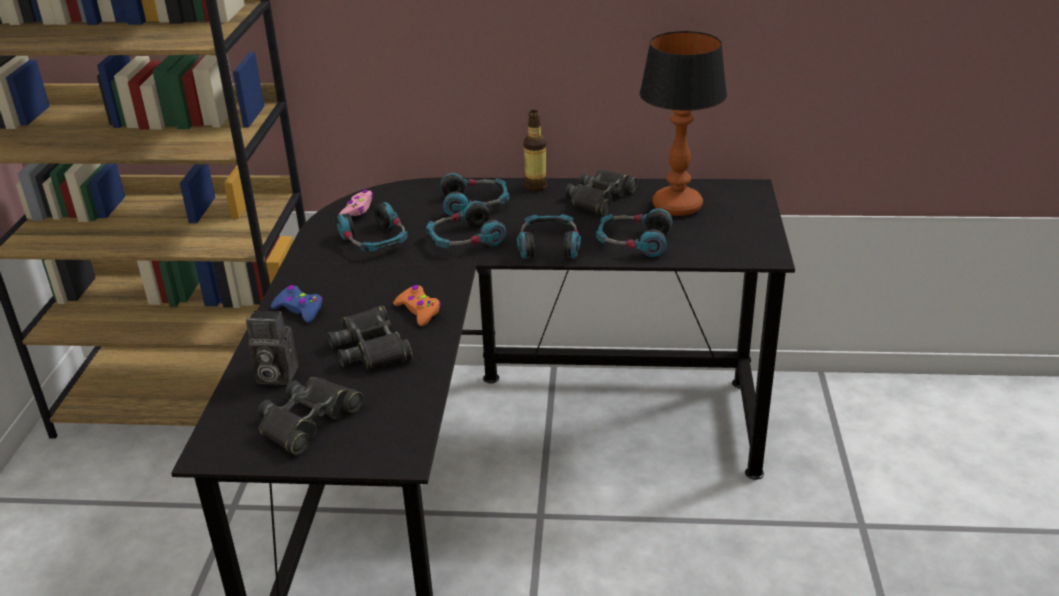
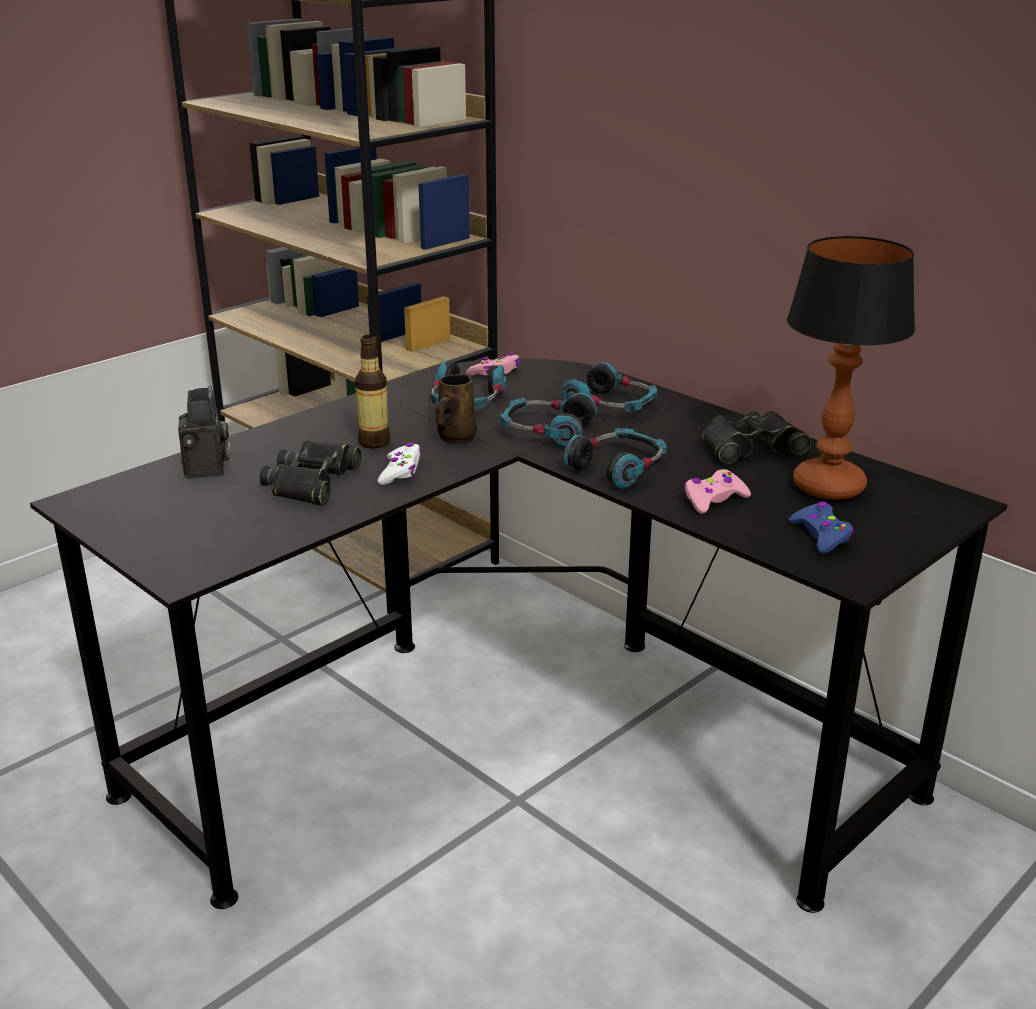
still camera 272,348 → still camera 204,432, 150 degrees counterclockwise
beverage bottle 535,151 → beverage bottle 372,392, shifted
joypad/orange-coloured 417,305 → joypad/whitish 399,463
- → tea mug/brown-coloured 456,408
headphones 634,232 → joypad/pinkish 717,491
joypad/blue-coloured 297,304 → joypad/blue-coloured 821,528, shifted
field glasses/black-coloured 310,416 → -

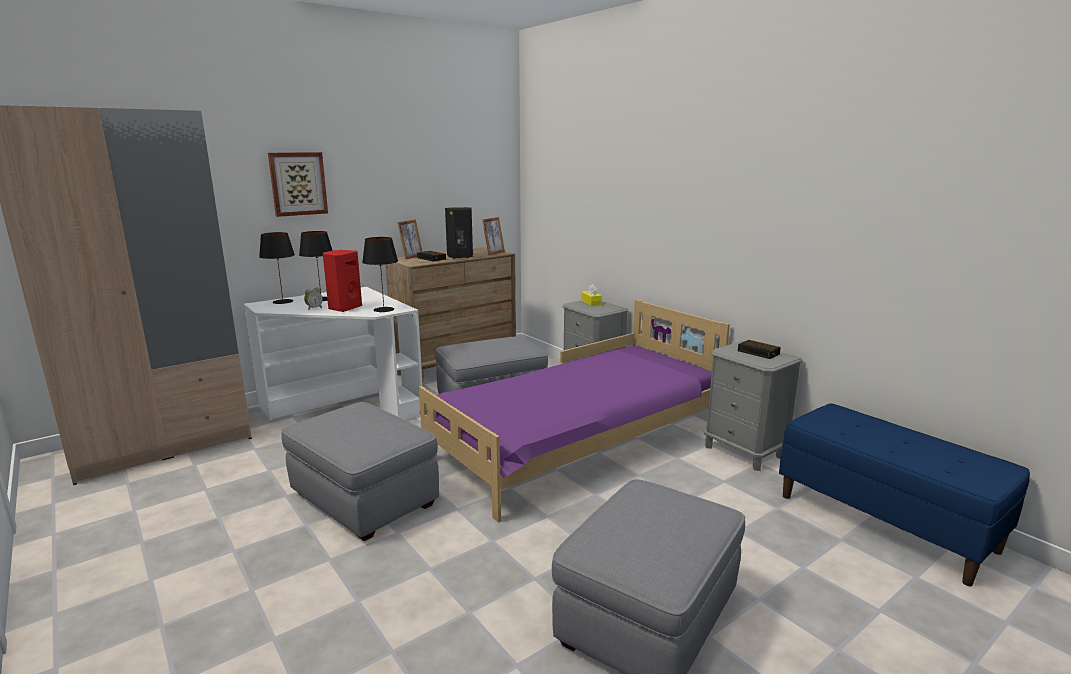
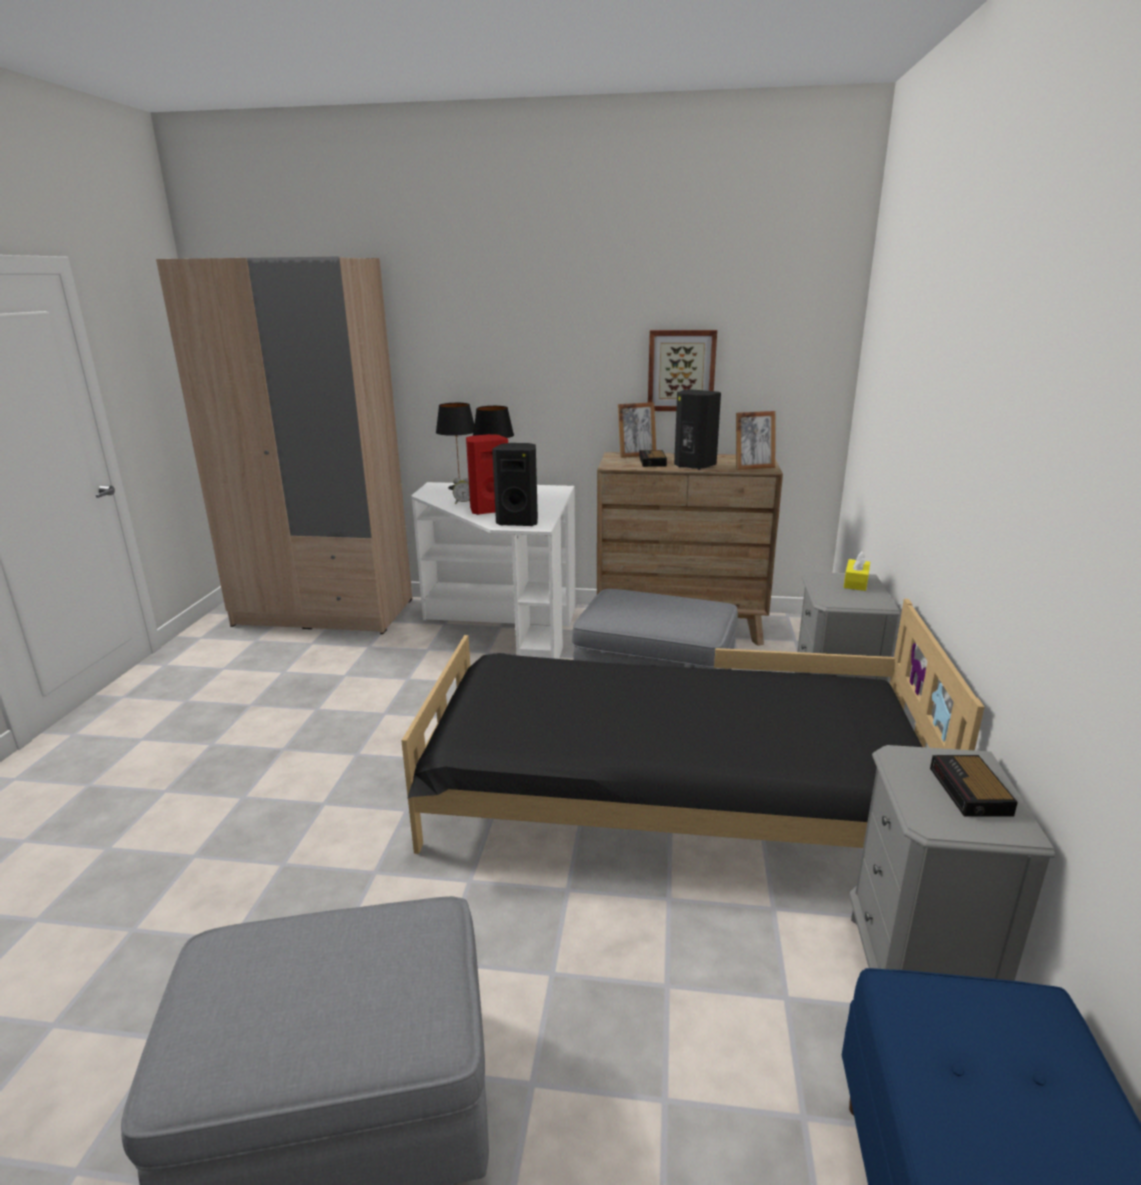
bedroom bed/purplish 574,411 → bedroom bed/black-coloured 692,726
lamp for a table/black-coloured 380,274 → speaker/black-coloured 515,484
picture 298,184 → picture 682,370, shifted
footrest/greyish 360,471 → -

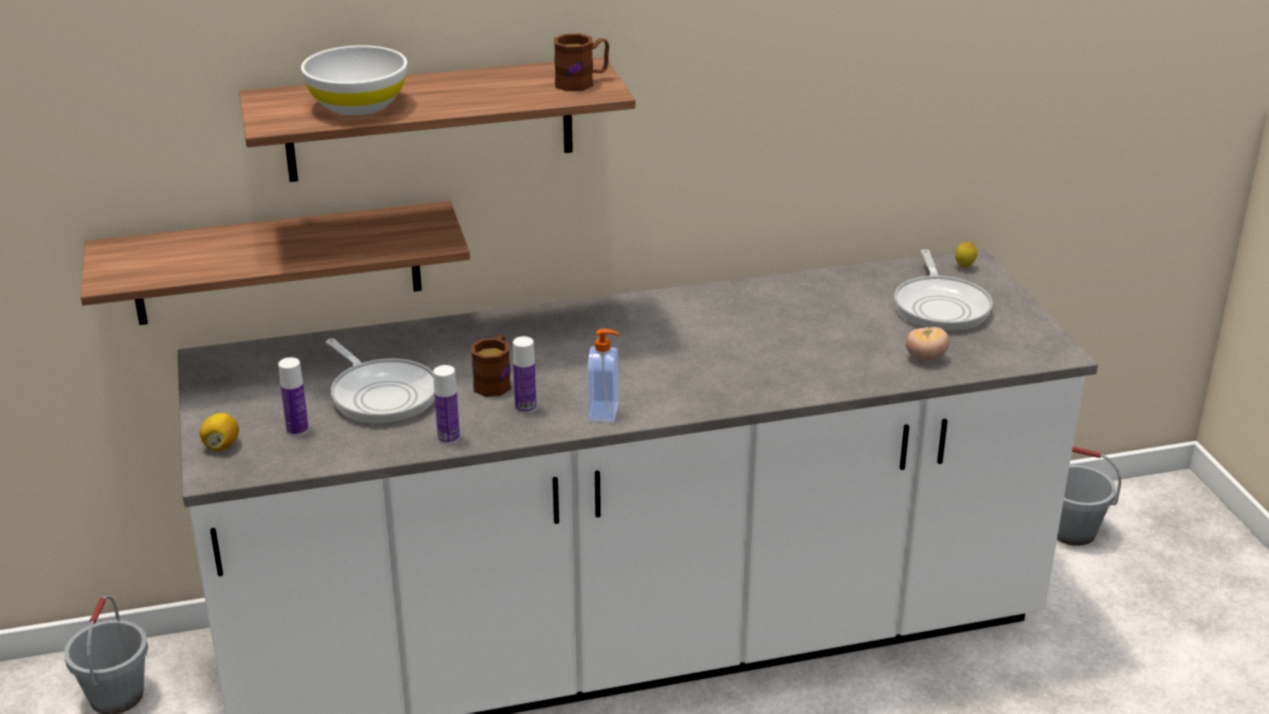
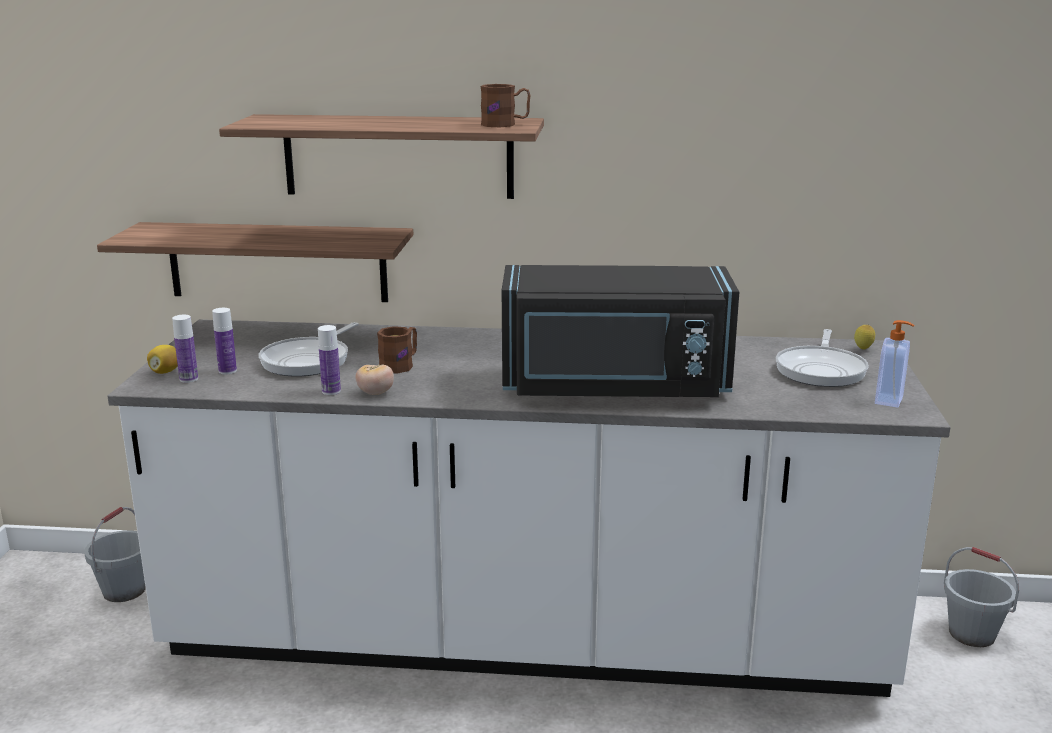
beverage bottle 525,375 → beverage bottle 185,349, shifted
frying pan 380,381 → frying pan 309,349, 45 degrees clockwise
tomato 927,344 → tomato 374,380, shifted
- → microwave/black-coloured 620,331
liquid soap bottle 603,375 → liquid soap bottle 894,364, shifted
deep dish/whitish 354,80 → -

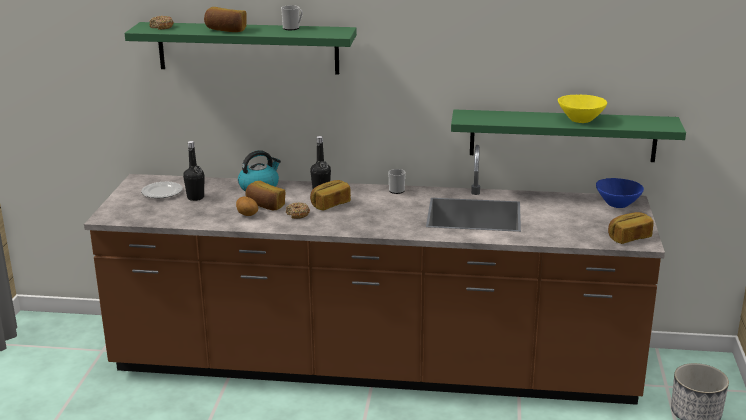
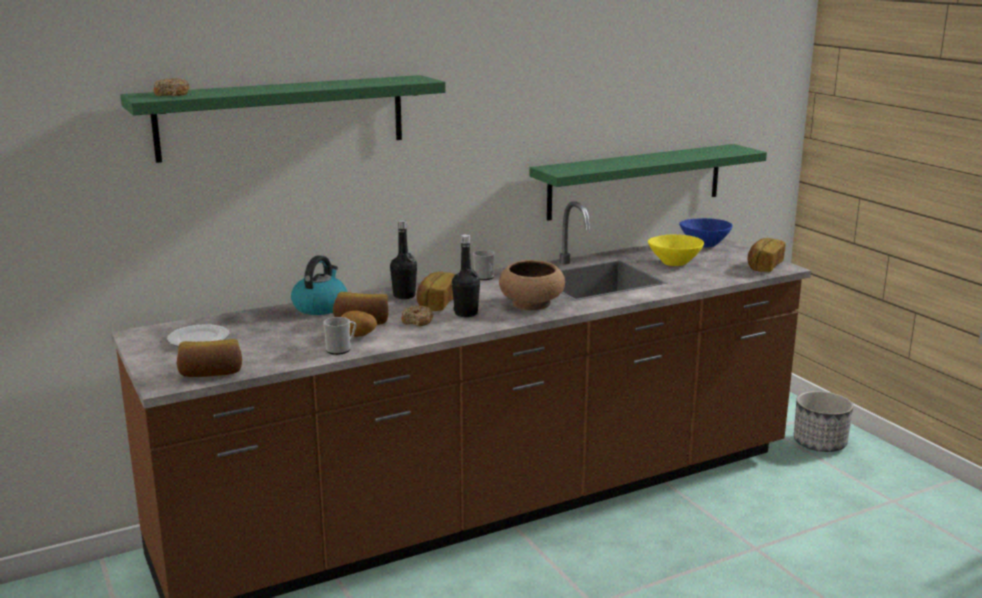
bakery bread 225,19 → bakery bread 209,358, shifted
tea mug 292,17 → tea mug 339,336, shifted
beverage bottle/black-coloured 193,171 → beverage bottle/black-coloured 466,275, shifted
- → deep dish/brown-coloured 532,285
deep dish/yellow 582,109 → deep dish/yellow 676,250, shifted

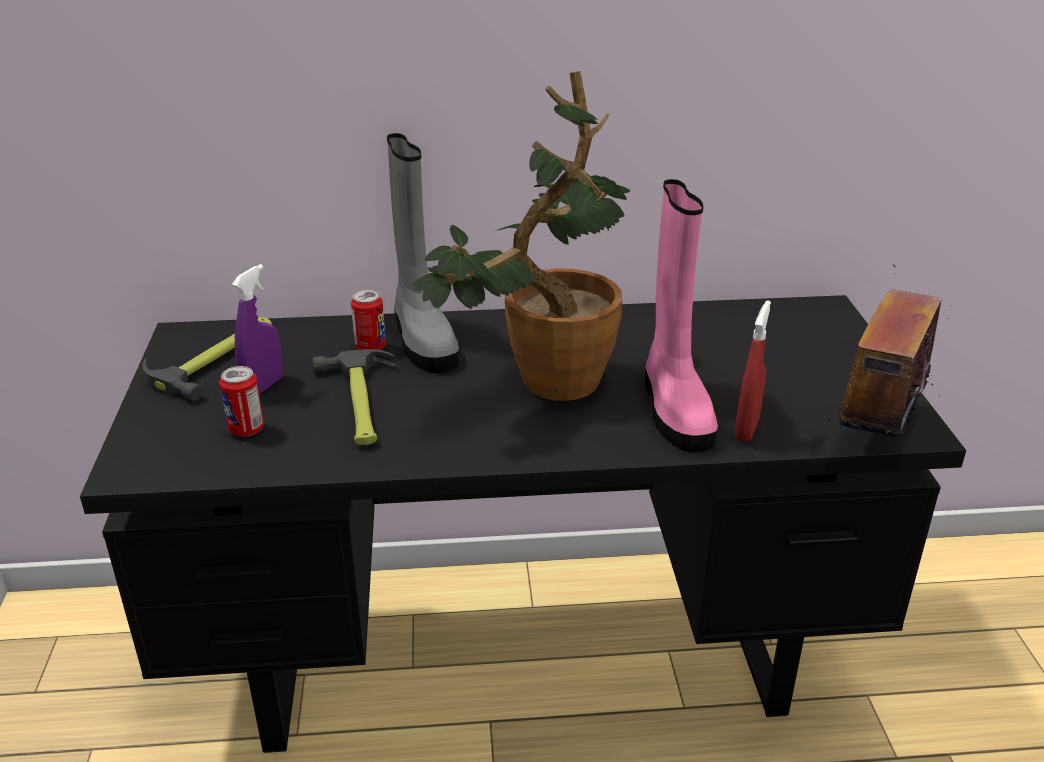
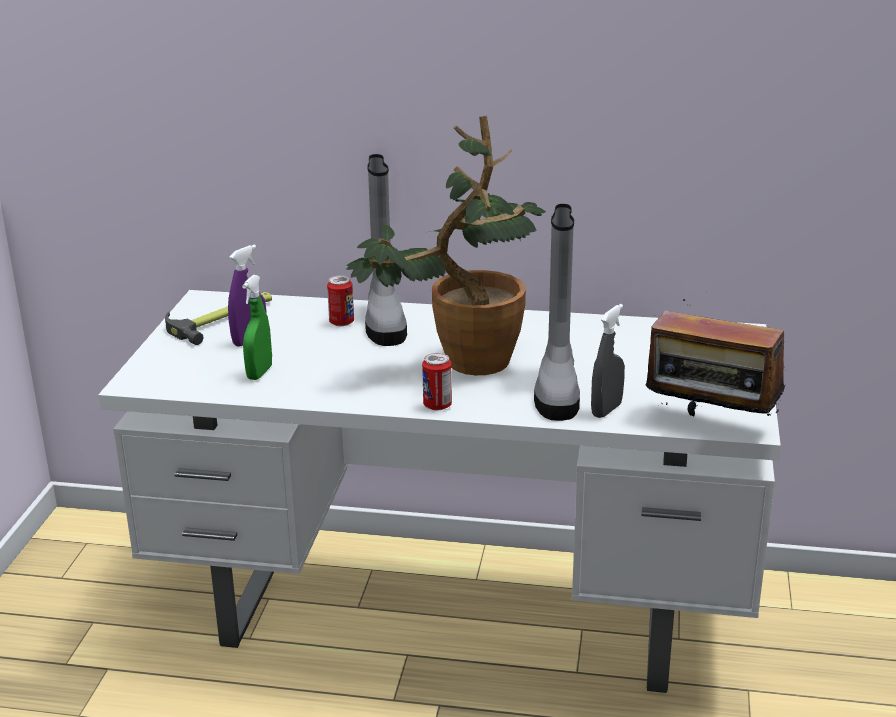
desk unit/black-coloured 523,524 → desk unit/whitish 439,491
- → sprayer/greenish 257,327
metal can 241,401 → metal can 437,382, shifted
high-top boot/pinkish 681,316 → high-top boot/greyish 557,312
sprayer/red-coloured 753,371 → sprayer/greyish 608,361
radio set 885,351 → radio set 715,357, 105 degrees counterclockwise
hand hammer 354,397 → -

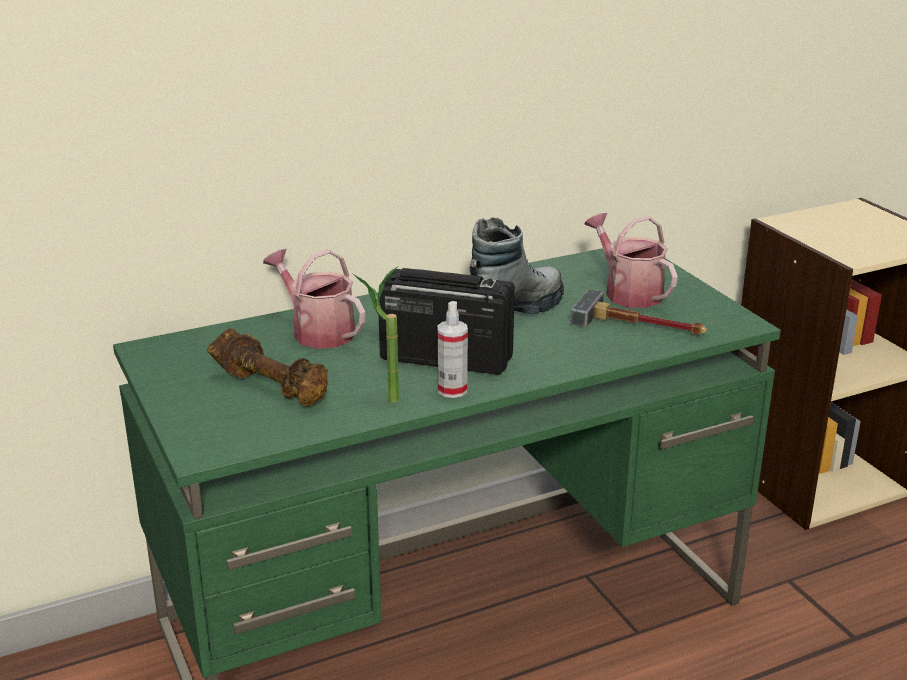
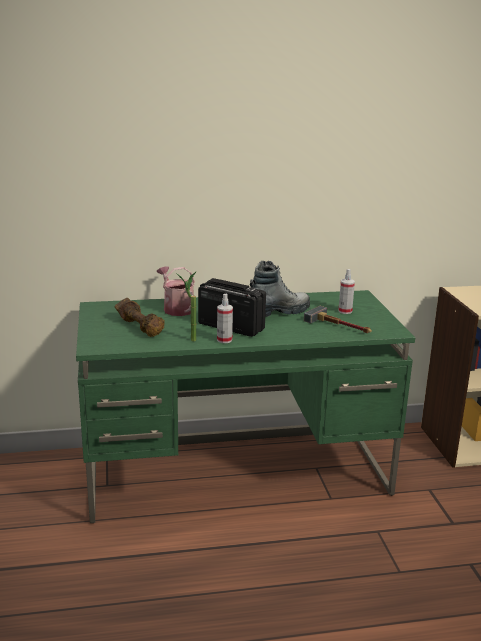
watering pot 631,260 → sprayer 346,291

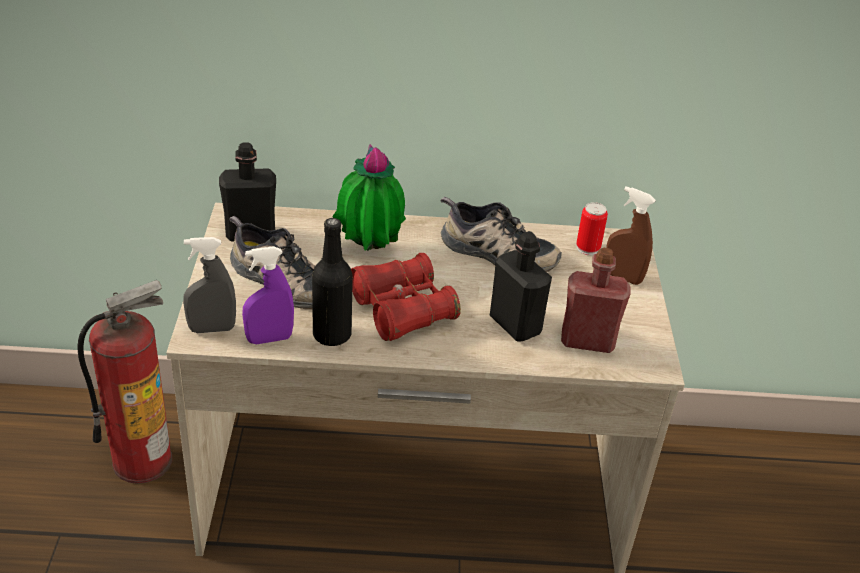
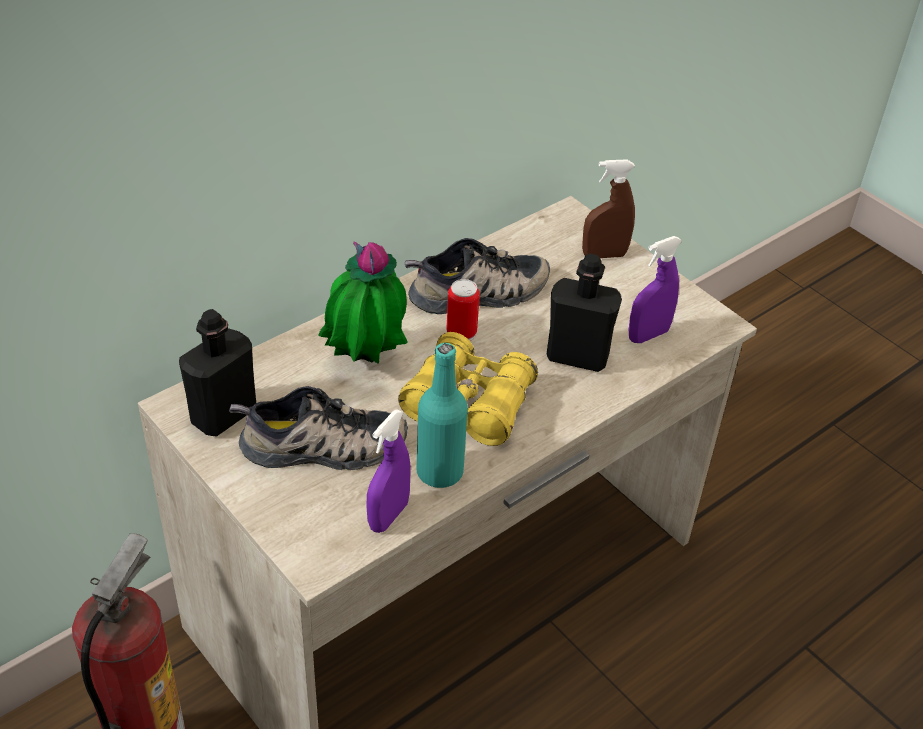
field glasses/red-coloured 406,297 → field glasses/yellow 468,389
beverage bottle/black-coloured 332,282 → beverage bottle/turquoise 442,415
metal can 592,228 → metal can 463,310, shifted
beverage bottle/red-coloured 596,300 → sprayer/purplish 655,289
sprayer/greyish 209,285 → -

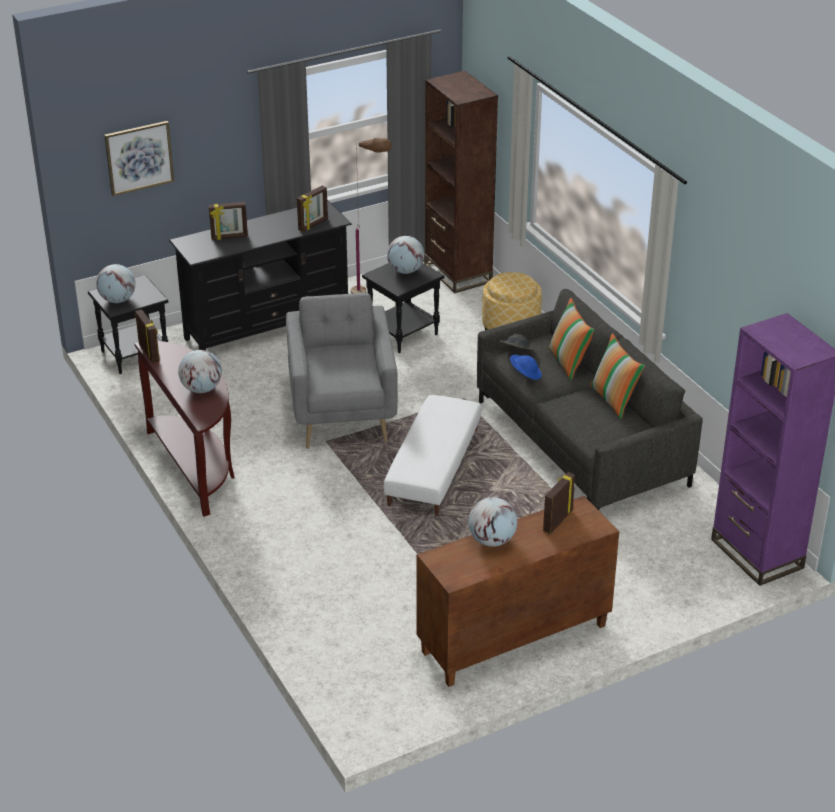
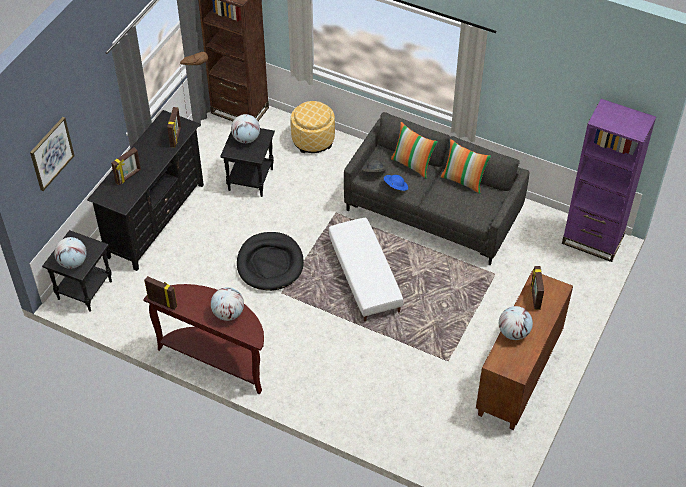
easy chair/greyish 342,370 → dog bed/black-coloured 270,261

